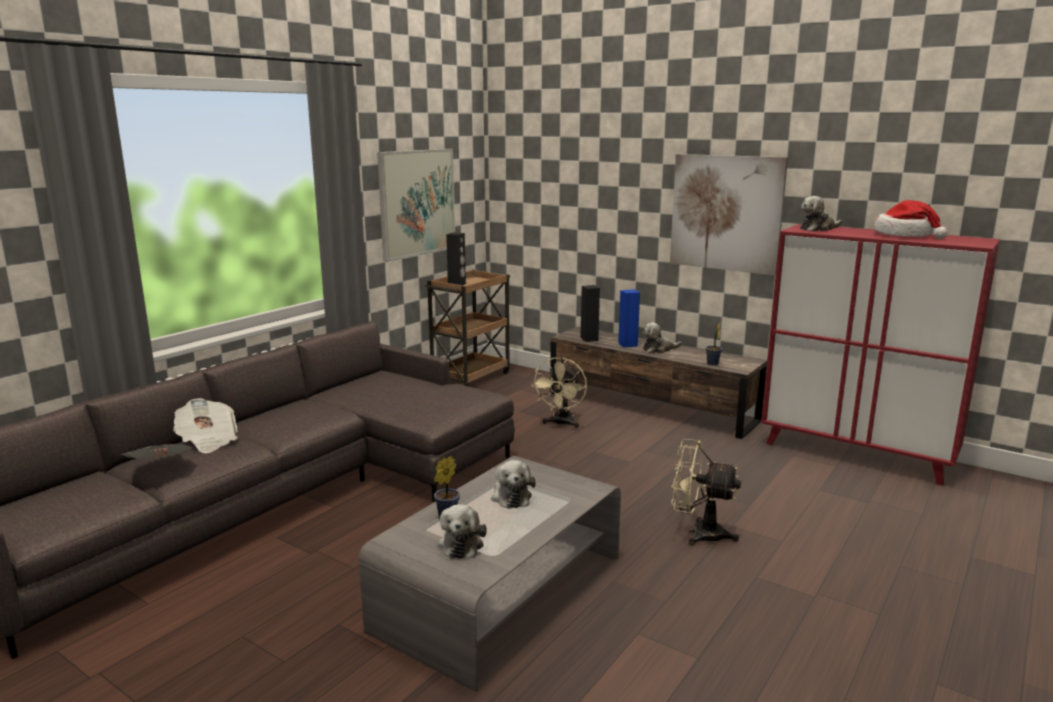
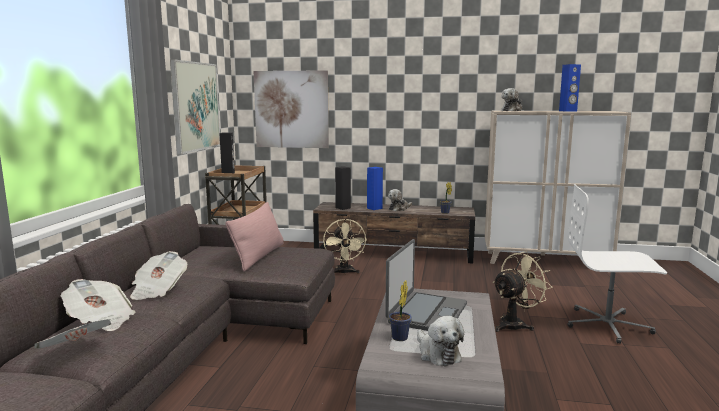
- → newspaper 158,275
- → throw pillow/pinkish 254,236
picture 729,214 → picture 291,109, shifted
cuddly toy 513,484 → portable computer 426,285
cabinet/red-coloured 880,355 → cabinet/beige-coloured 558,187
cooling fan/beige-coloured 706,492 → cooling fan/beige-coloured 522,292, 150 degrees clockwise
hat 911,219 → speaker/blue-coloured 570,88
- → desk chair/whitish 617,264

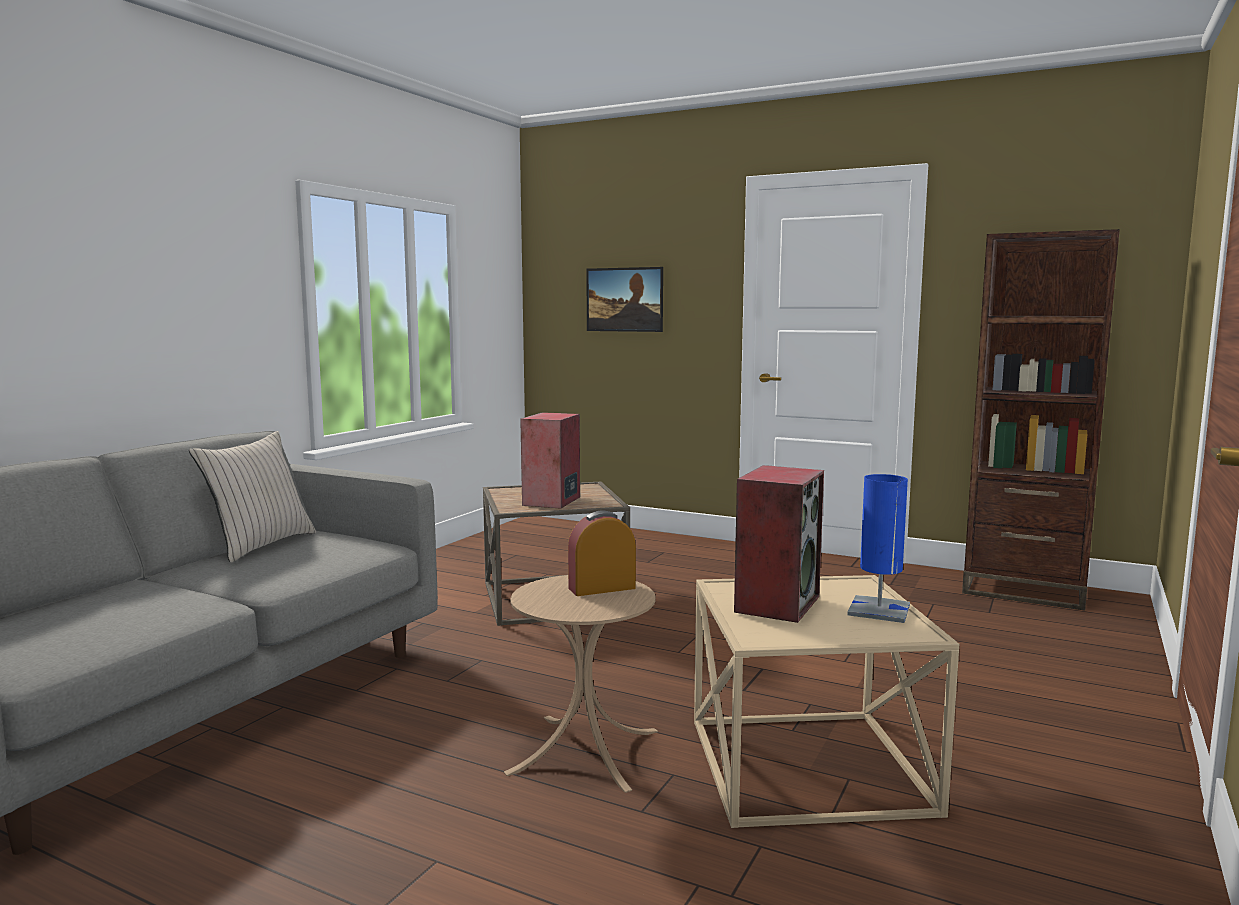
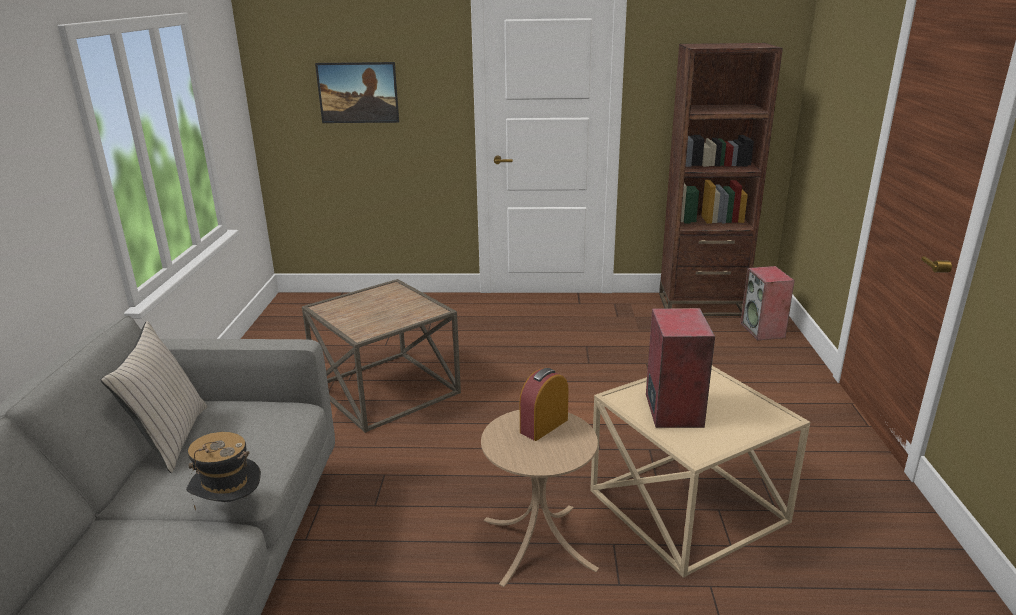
- → hat 223,471
speaker 550,460 → speaker 767,303, shifted
lamp for a table/blue-coloured 878,548 → -

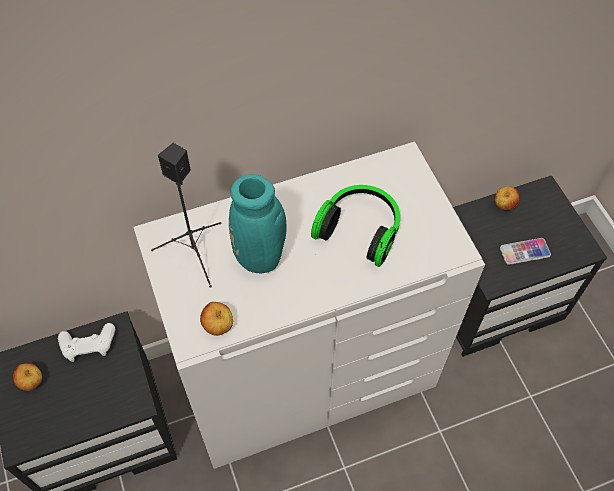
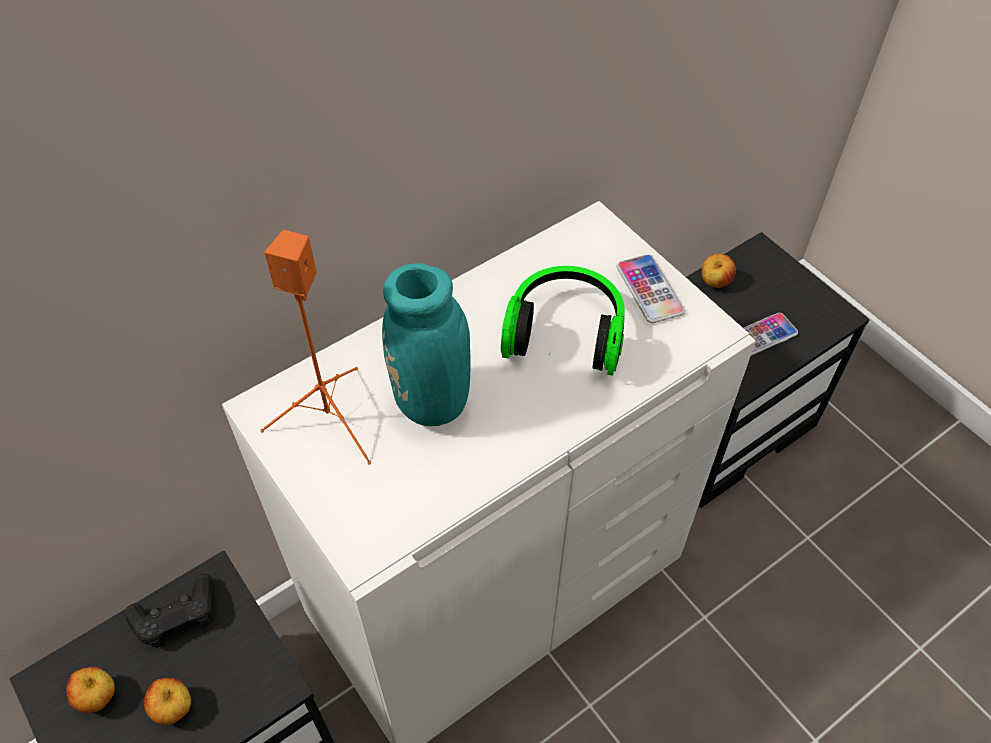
joypad/whitish 86,342 → joypad/black-coloured 169,611
apple 216,319 → apple 167,701, shifted
speaker/black-coloured 186,215 → speaker/orange-coloured 315,347
- → handset 651,288

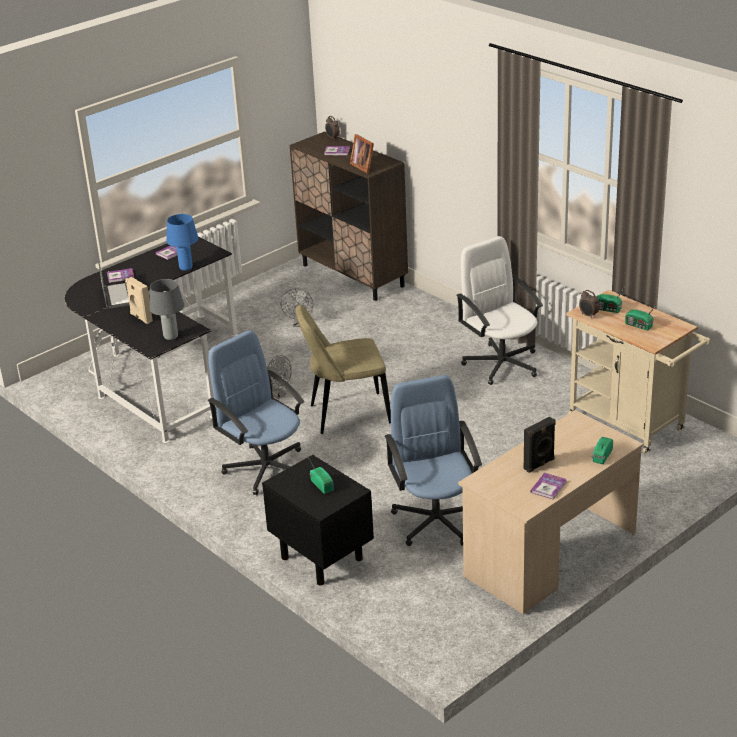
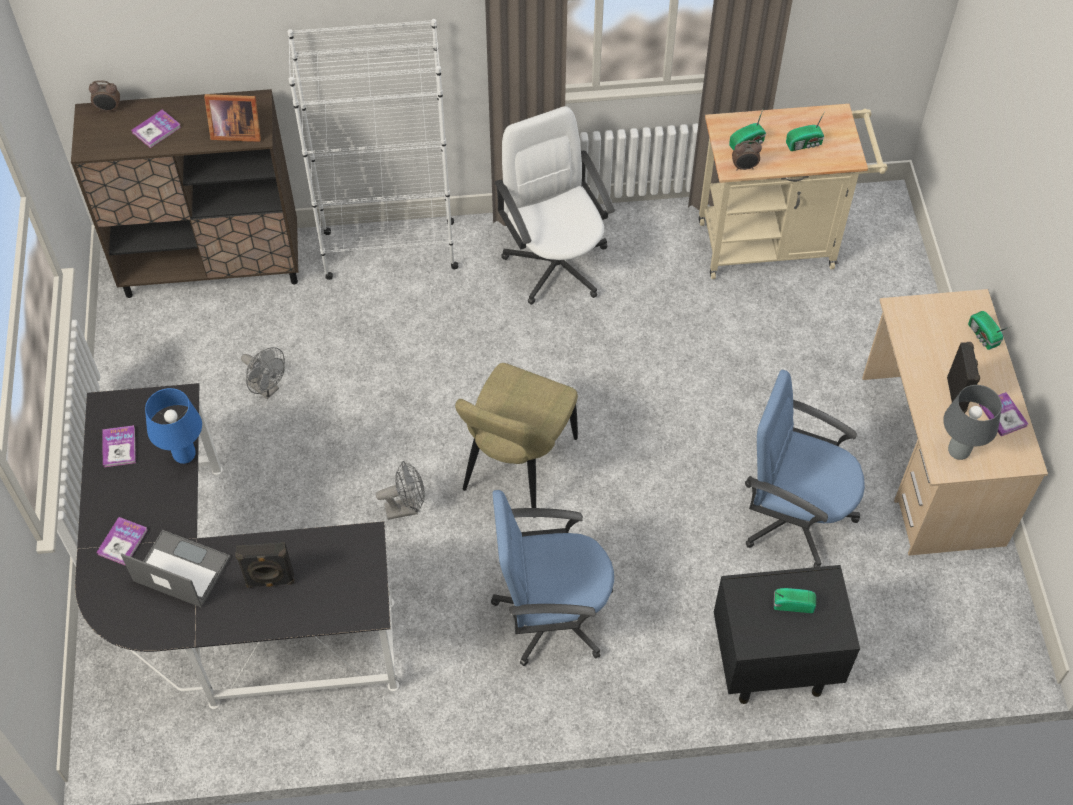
speaker/beige-coloured 139,300 → speaker/black-coloured 265,565
- → shelving unit/whitish 372,149
desk chair/whitish 499,310 → desk chair/whitish 555,205, 60 degrees clockwise
lamp for a table/greyish 166,309 → lamp for a table/greyish 972,422, shifted

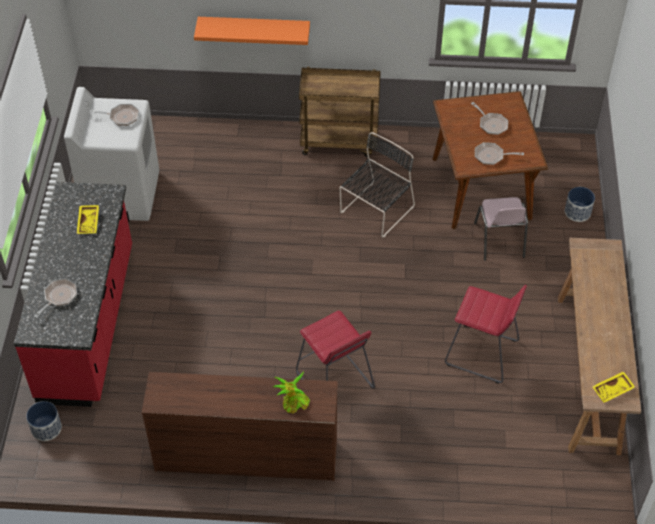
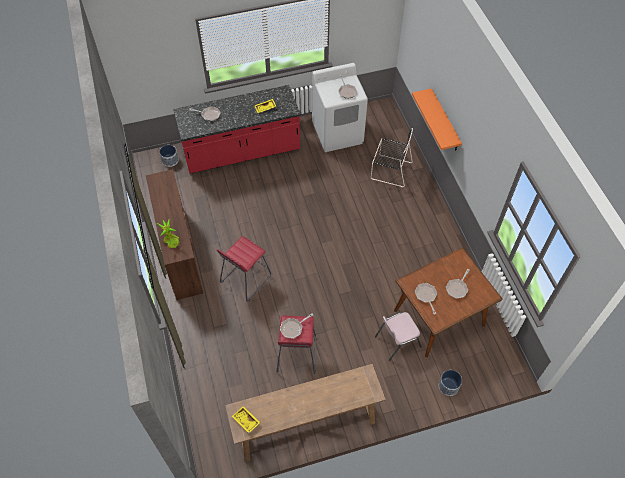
- → frying pan 296,326
chair/black-coloured 377,185 → chair/black-coloured 392,157, shifted
cart/brown-coloured 340,112 → -

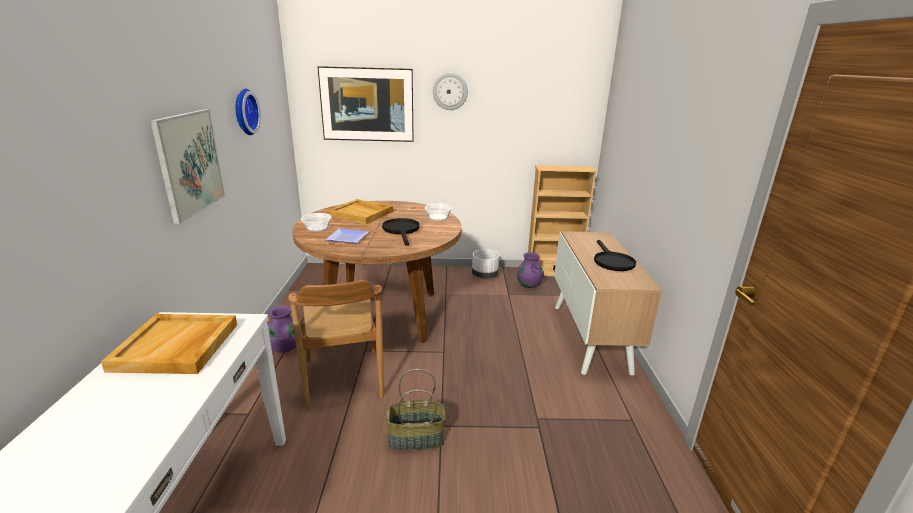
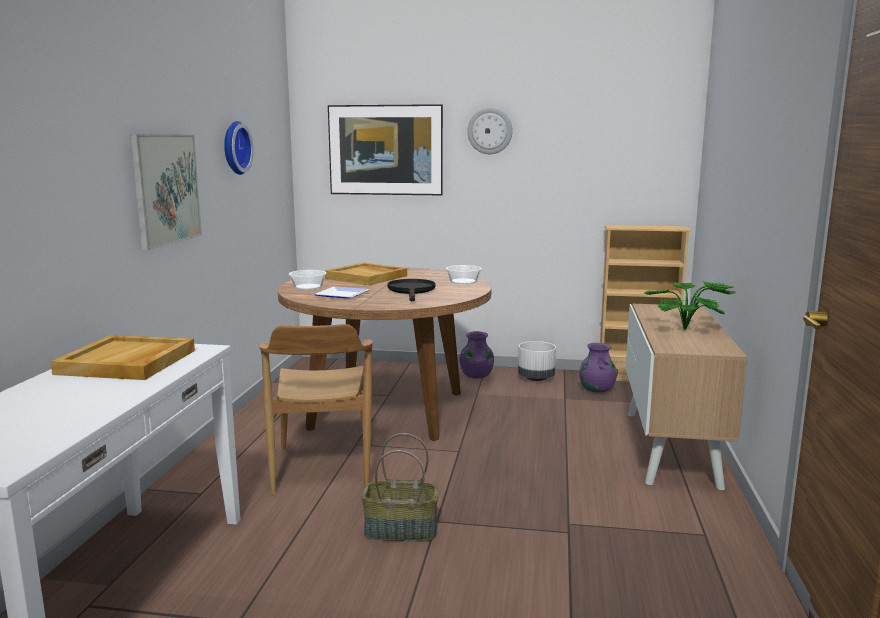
flower vase/purplish 282,329 → flower vase/purplish 477,354, shifted
frying pan/black-coloured 615,255 → potted plant 690,305

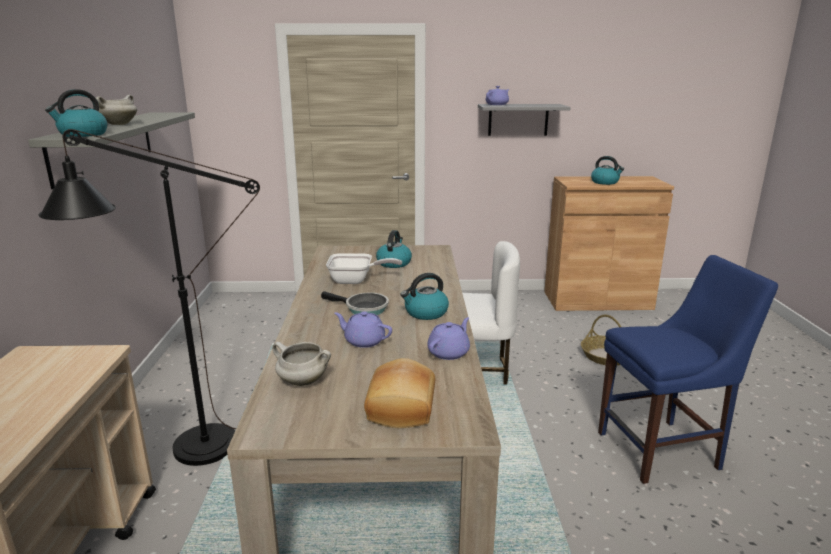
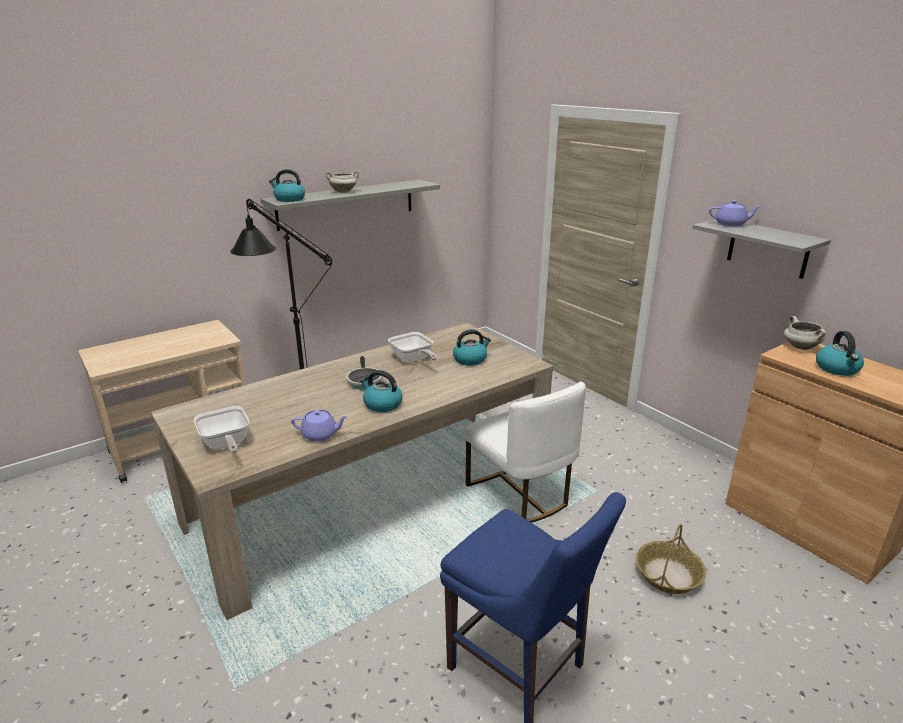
bakery bread 399,393 → frying pan 221,429
stockpot/whitish 301,364 → stockpot/whitish 805,333, shifted
pot for tea/purplish 363,329 → -

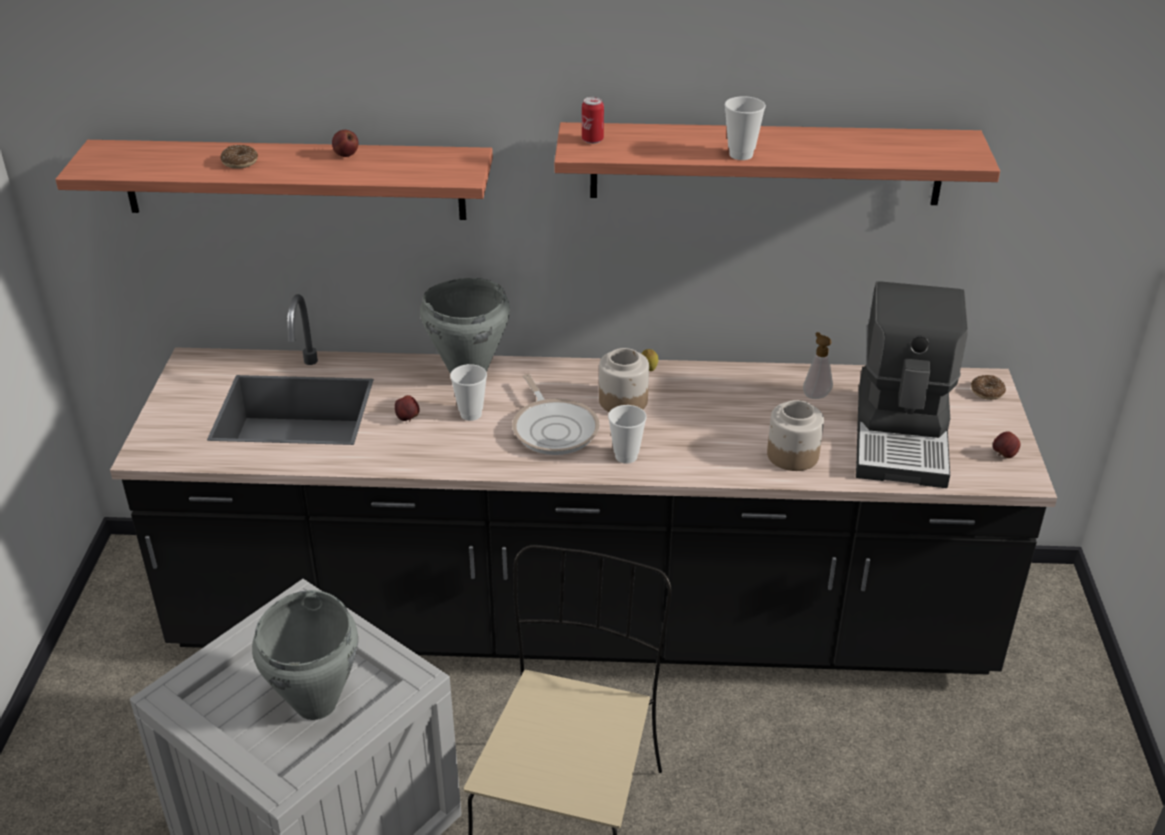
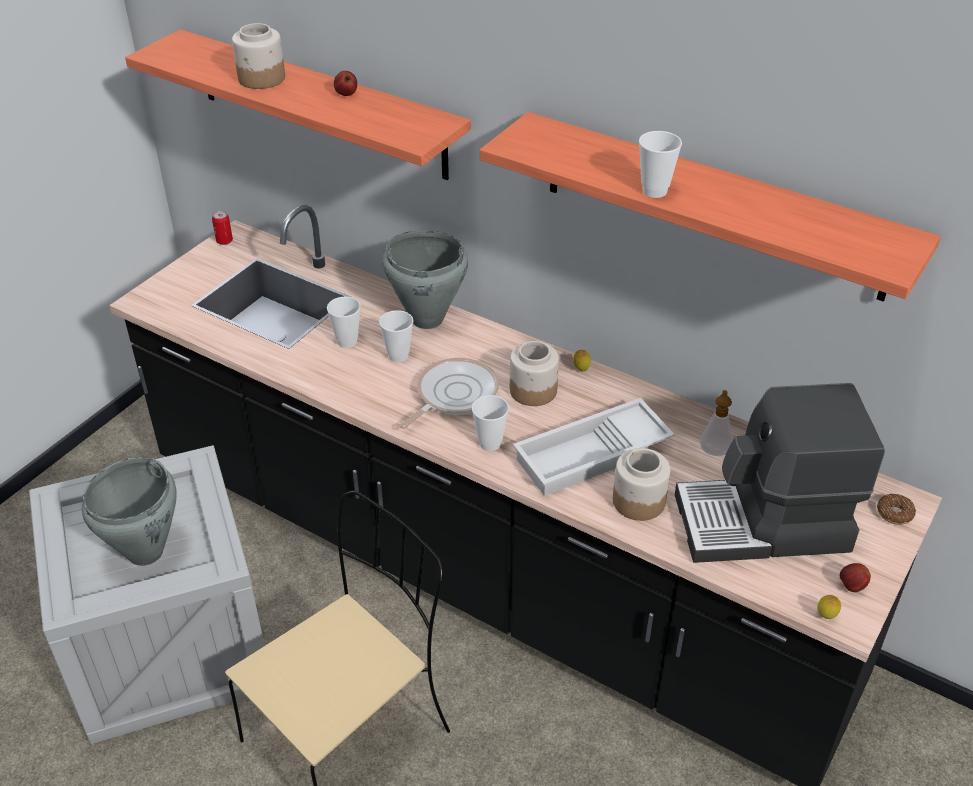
metal can 593,120 → metal can 222,228, shifted
donut 239,157 → jar 258,56
apple 407,408 → small cup 344,322
frying pan 556,414 → frying pan 449,393, 150 degrees counterclockwise
- → serving tray/whitish 594,447
coffee machine 912,384 → coffee machine 780,473, 45 degrees clockwise
- → lemon 829,607

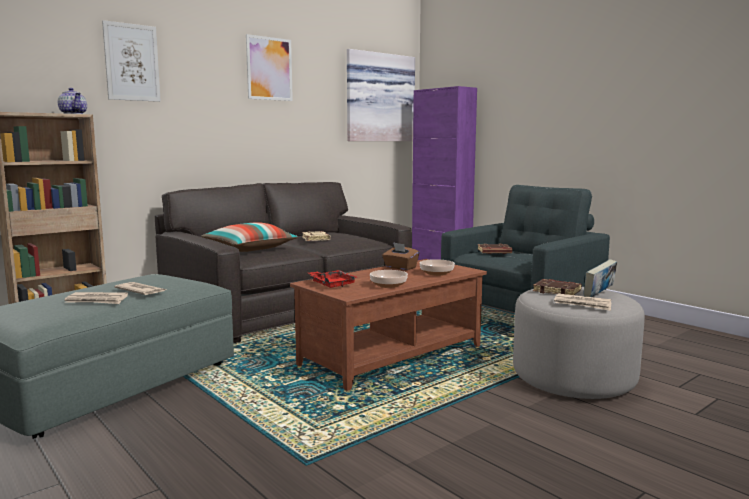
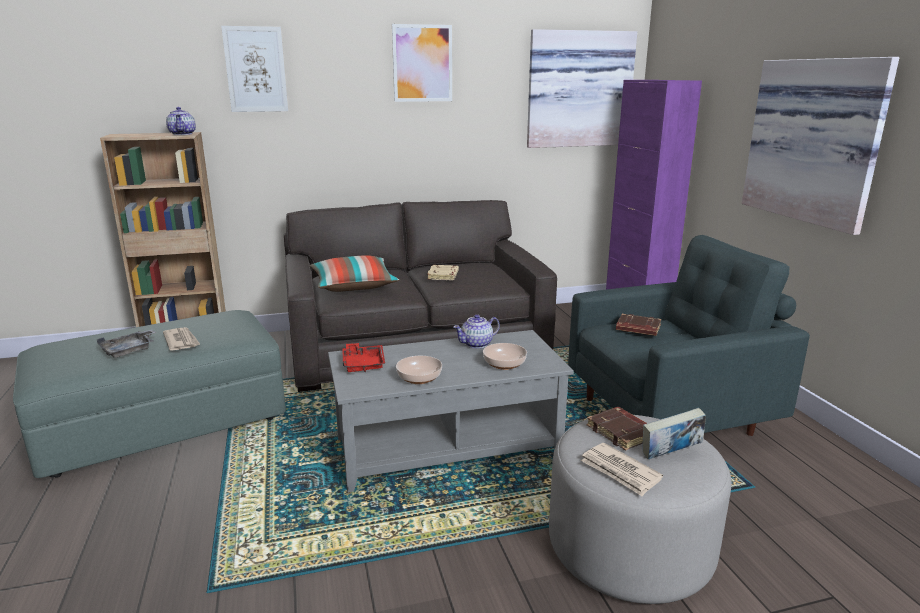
newspaper 96,298 → serving tray/greyish 127,343
coffee table/brown-coloured 388,325 → coffee table/greyish 451,411
box of tissues/brown-coloured 400,256 → pot for tea 476,331
- → picture 820,146

